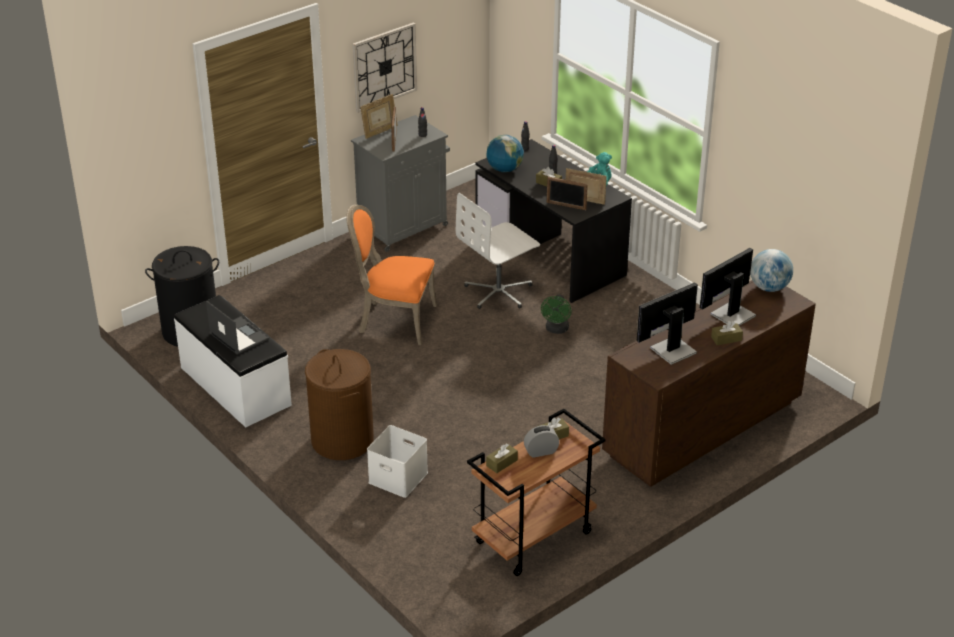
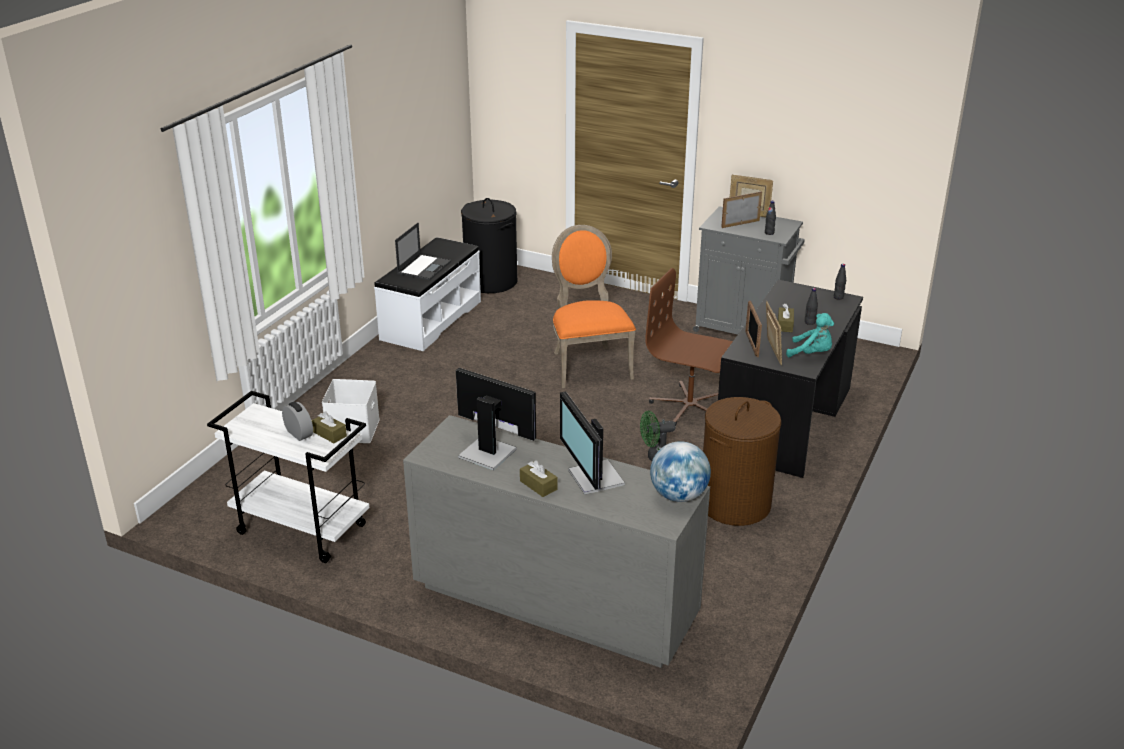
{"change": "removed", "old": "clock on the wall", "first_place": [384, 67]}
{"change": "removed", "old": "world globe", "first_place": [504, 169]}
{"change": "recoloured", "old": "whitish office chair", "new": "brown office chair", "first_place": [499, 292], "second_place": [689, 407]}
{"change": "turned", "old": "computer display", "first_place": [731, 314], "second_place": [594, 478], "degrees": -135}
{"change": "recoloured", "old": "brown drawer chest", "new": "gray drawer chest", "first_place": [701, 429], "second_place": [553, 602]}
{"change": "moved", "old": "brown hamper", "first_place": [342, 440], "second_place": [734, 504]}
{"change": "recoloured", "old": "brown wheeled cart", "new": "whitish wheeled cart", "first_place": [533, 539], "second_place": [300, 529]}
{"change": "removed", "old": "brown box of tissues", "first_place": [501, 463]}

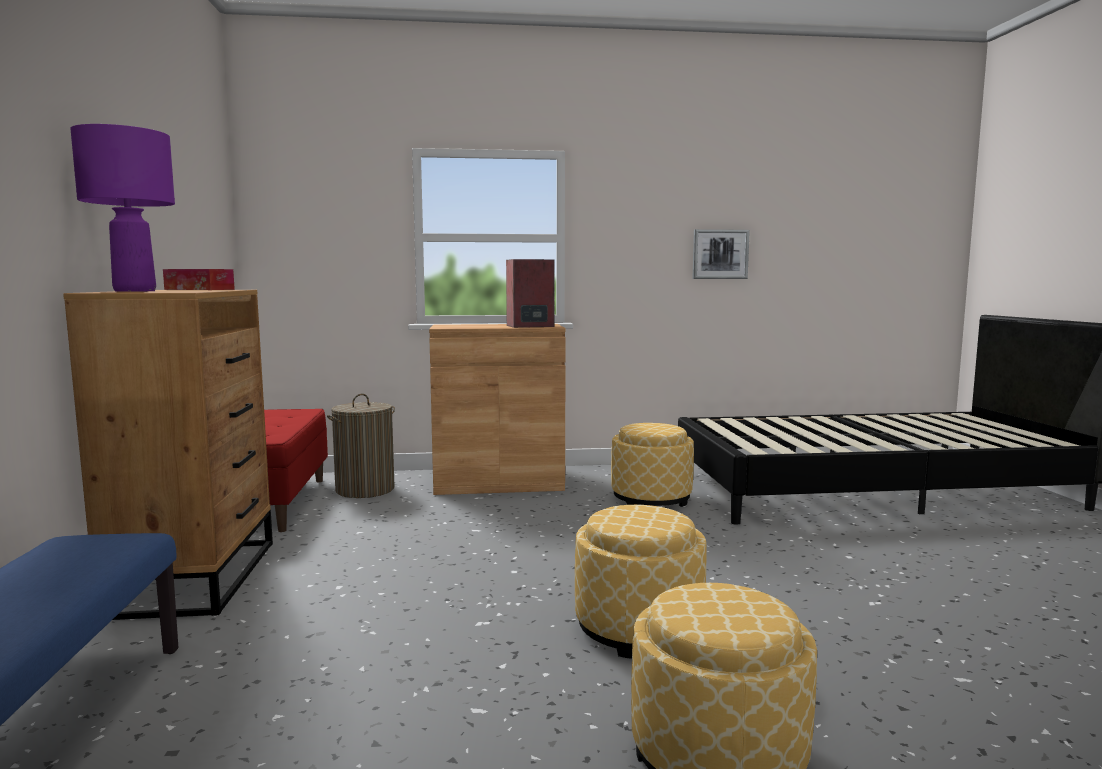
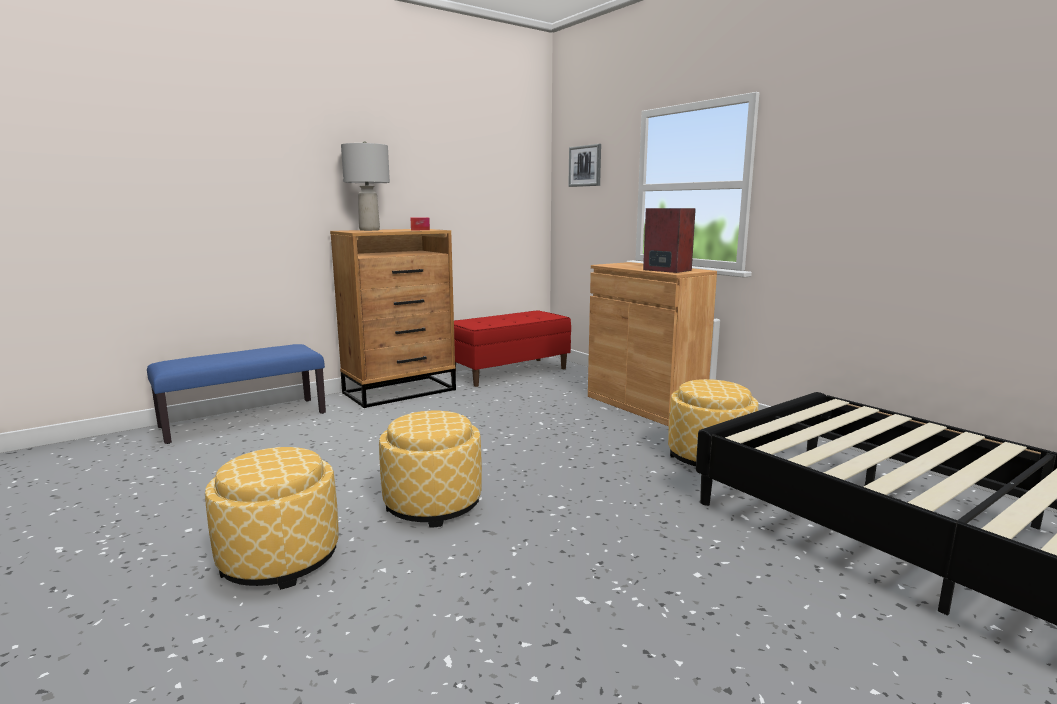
{"change": "recoloured", "old": "purplish tabletop lamp", "new": "gray tabletop lamp", "first_place": [134, 291], "second_place": [369, 230]}
{"change": "moved", "old": "picture", "first_place": [720, 254], "second_place": [585, 166]}
{"change": "removed", "old": "hamper", "first_place": [365, 489]}

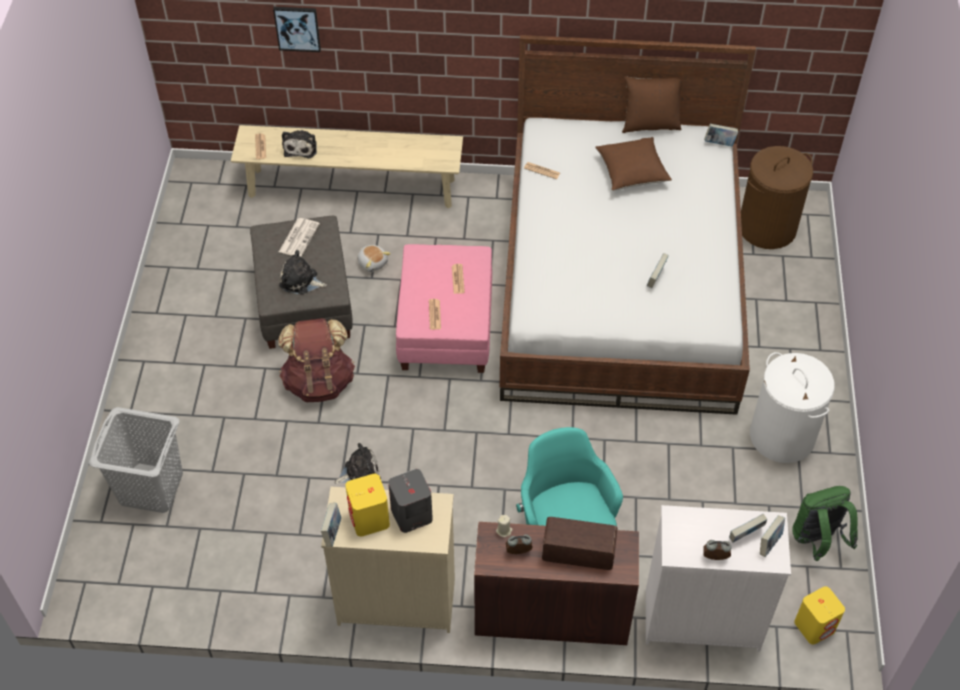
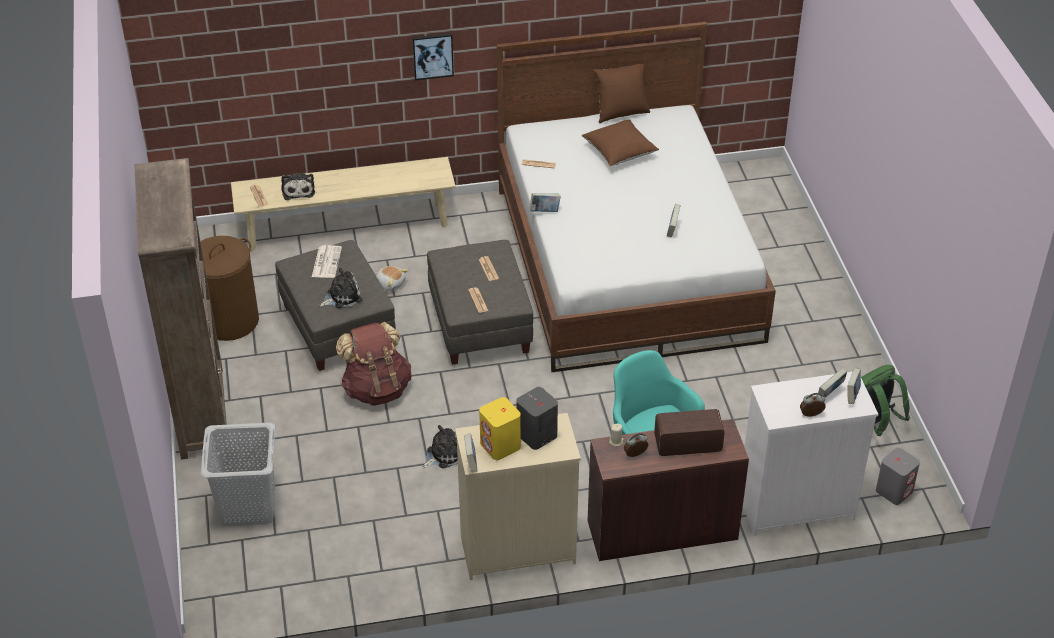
{"change": "moved", "old": "picture", "first_place": [297, 28], "second_place": [433, 55]}
{"change": "moved", "old": "bound book", "first_place": [719, 143], "second_place": [544, 211]}
{"change": "moved", "old": "brown hamper", "first_place": [767, 227], "second_place": [229, 321]}
{"change": "recoloured", "old": "pink footrest", "new": "gray footrest", "first_place": [445, 329], "second_place": [479, 325]}
{"change": "turned", "old": "plush toy", "first_place": [300, 281], "second_place": [342, 296], "degrees": 150}
{"change": "removed", "old": "whitish hamper", "first_place": [781, 436]}
{"change": "recoloured", "old": "yellow audio speaker", "new": "gray audio speaker", "first_place": [814, 626], "second_place": [894, 491]}
{"change": "added", "new": "brown shelving unit", "second_place": [202, 411]}

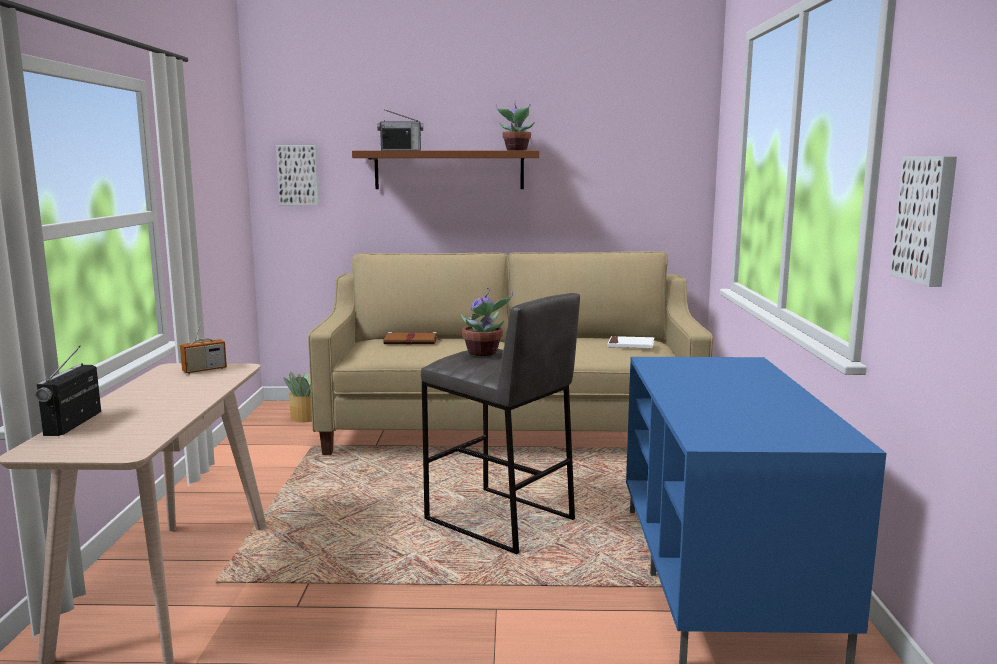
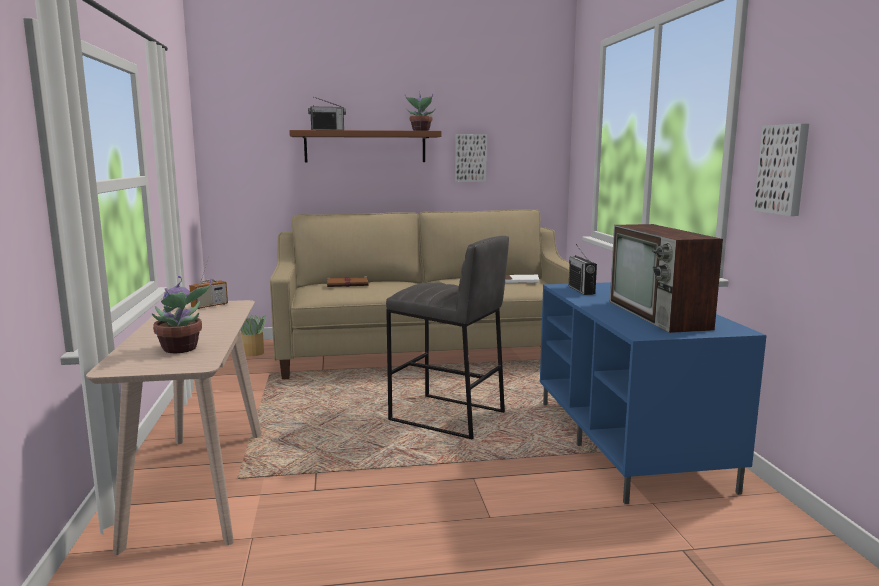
{"change": "moved", "old": "picture", "first_place": [298, 175], "second_place": [470, 158]}
{"change": "moved", "old": "plant in a pot", "first_place": [483, 353], "second_place": [181, 349]}
{"change": "moved", "old": "radio set", "first_place": [73, 424], "second_place": [581, 290]}
{"change": "added", "new": "TV", "second_place": [659, 315]}

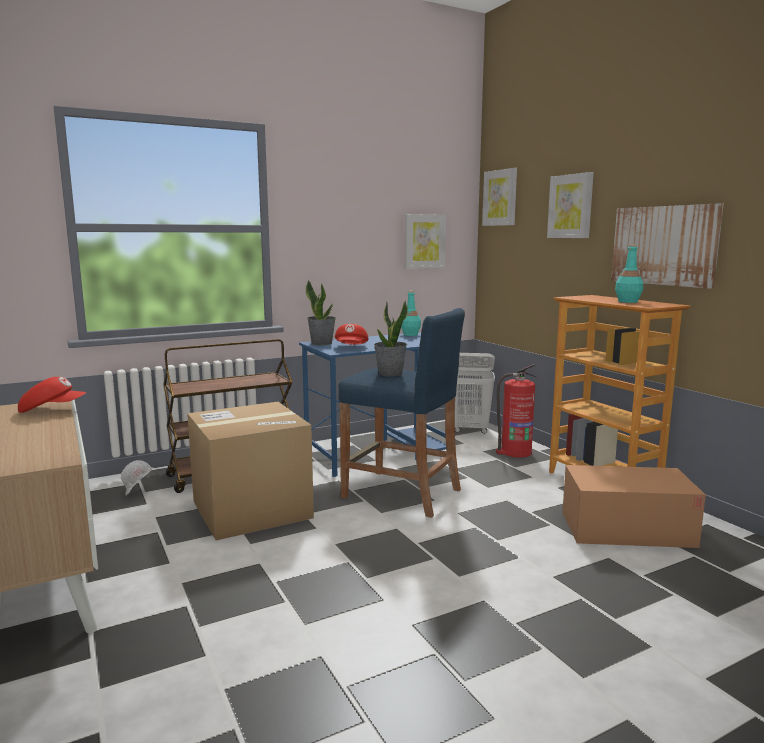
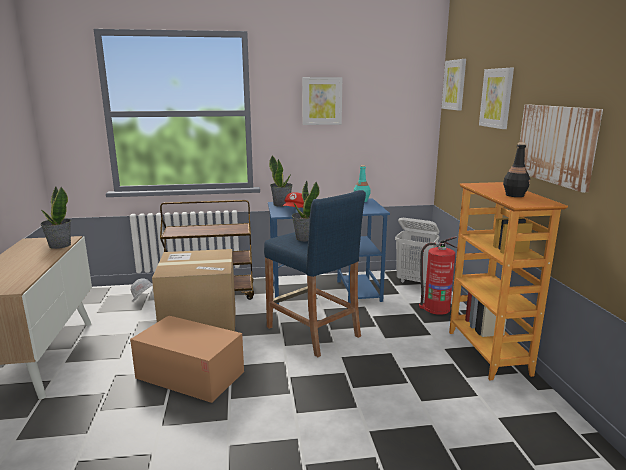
{"change": "moved", "old": "picture", "first_place": [424, 241], "second_place": [321, 101]}
{"change": "recoloured", "old": "turquoise bottle", "new": "blackish bottle", "first_place": [627, 301], "second_place": [514, 195]}
{"change": "replaced", "old": "red-coloured cap", "new": "plant in a pot", "first_place": [52, 410], "second_place": [59, 245]}
{"change": "moved", "old": "carton", "first_place": [626, 529], "second_place": [190, 375]}

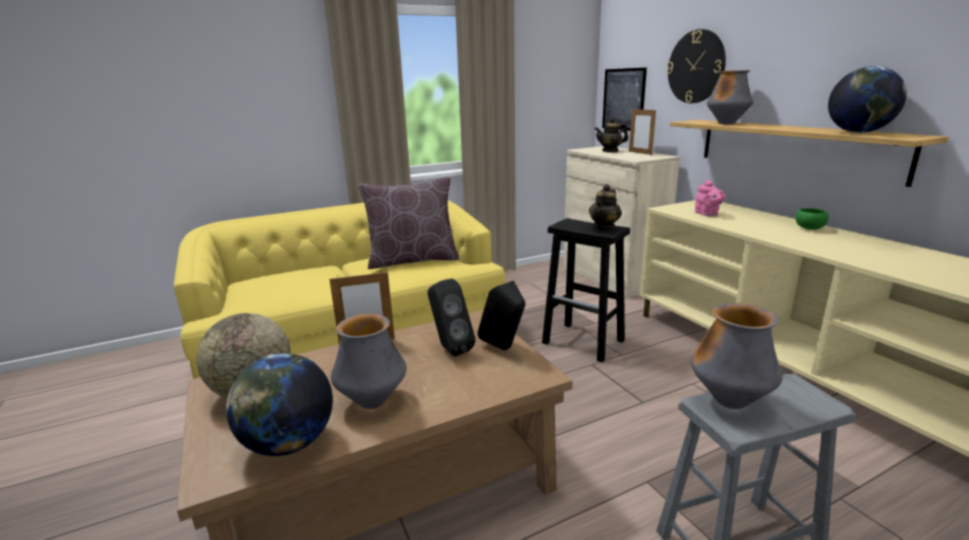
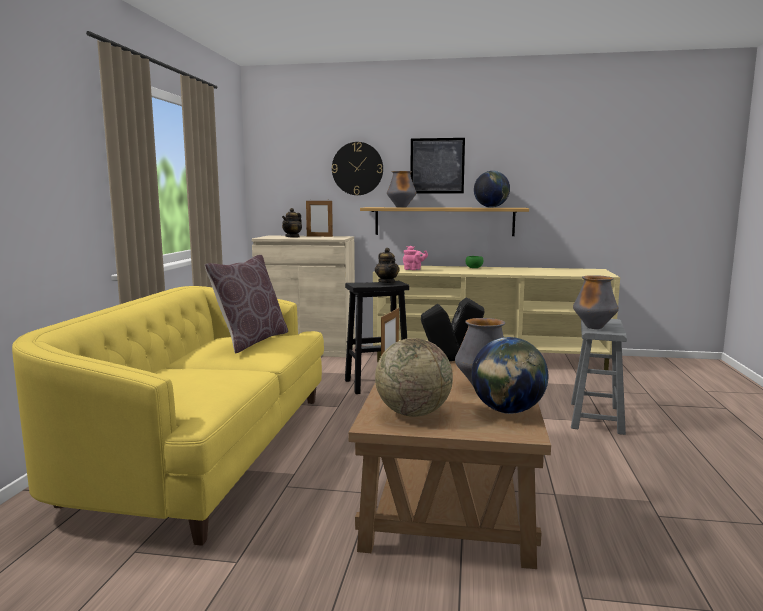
{"change": "moved", "old": "picture", "first_place": [623, 99], "second_place": [437, 166]}

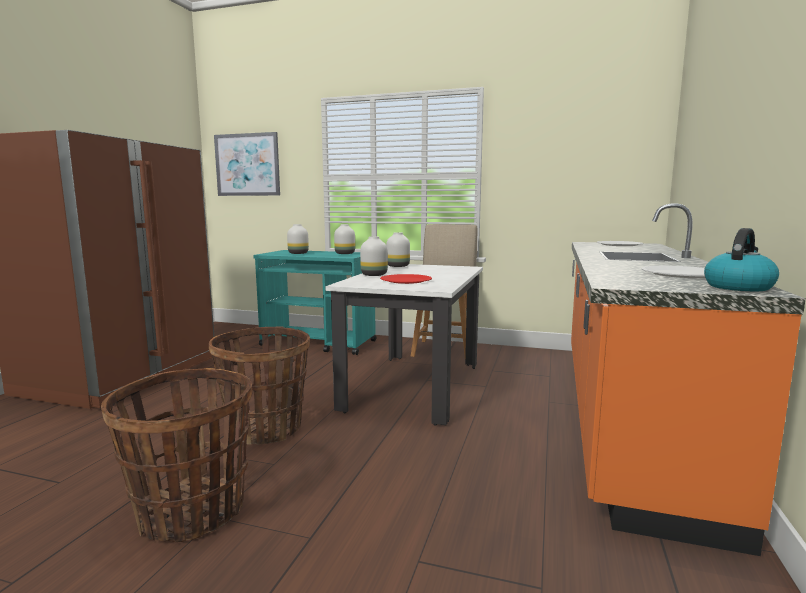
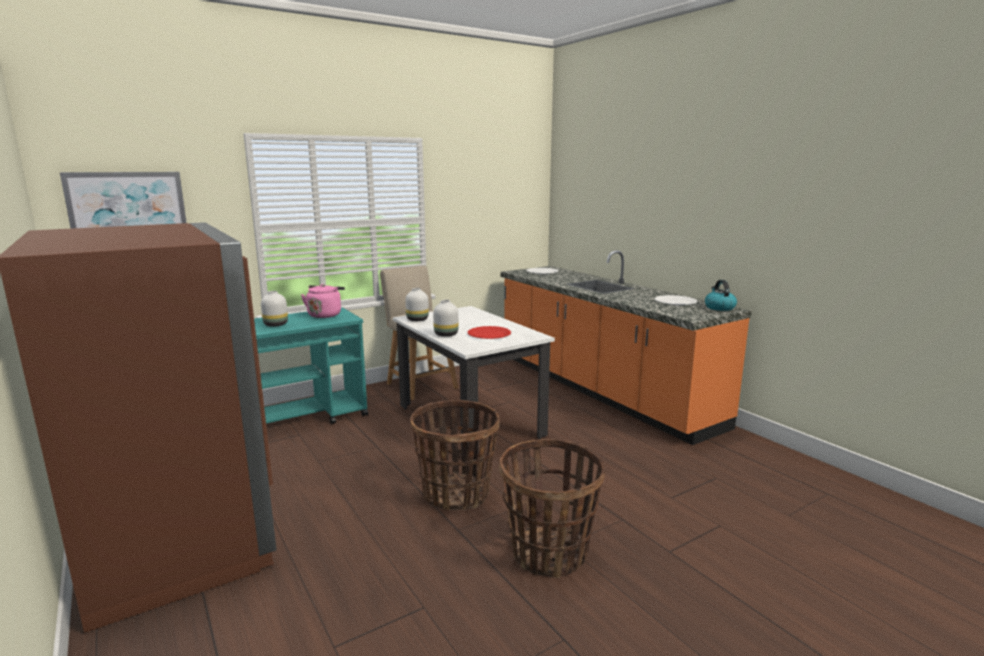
{"change": "replaced", "old": "whitish vase", "new": "pink kettle", "first_place": [345, 254], "second_place": [325, 315]}

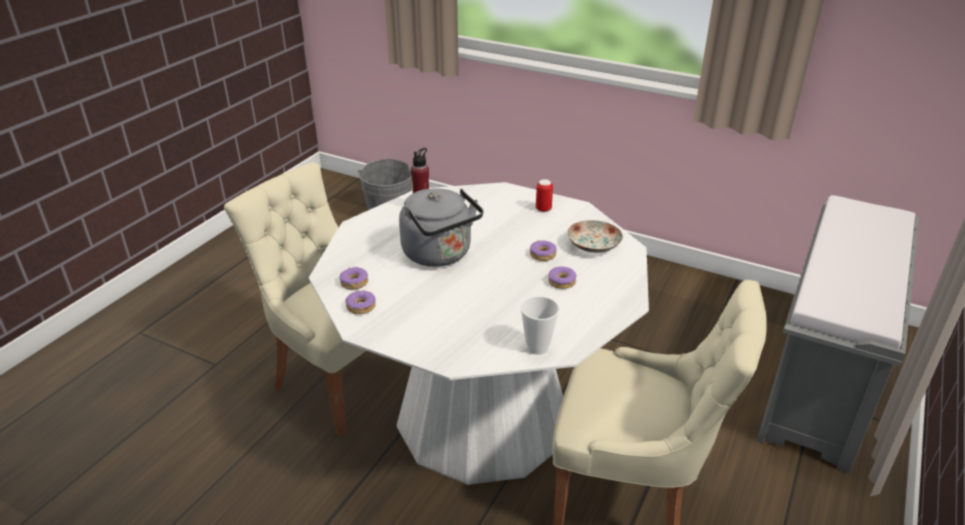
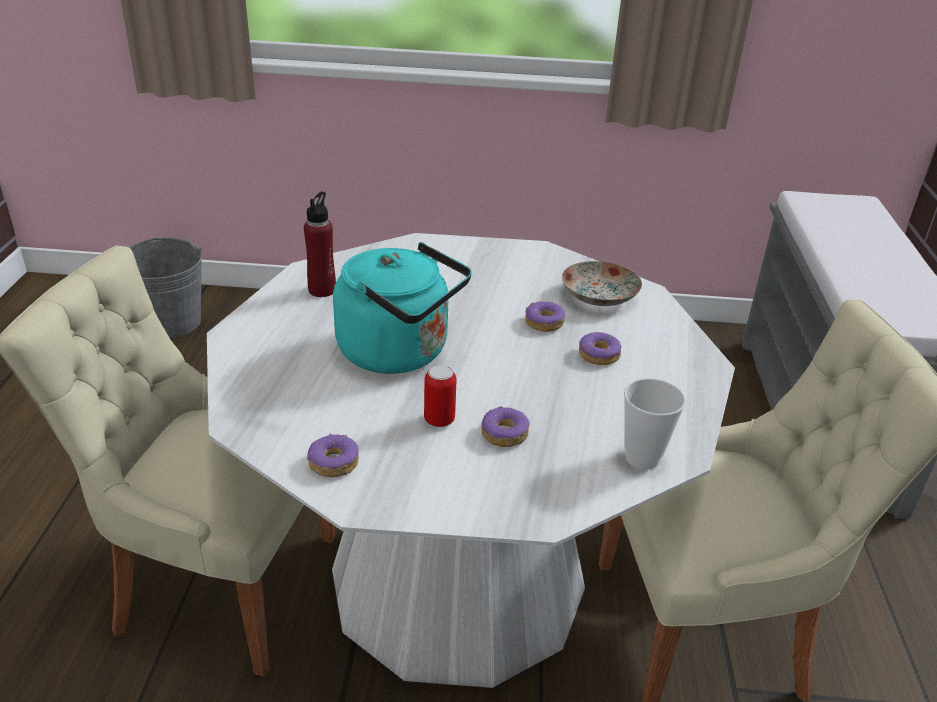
{"change": "moved", "old": "sealed can", "first_place": [543, 209], "second_place": [439, 420]}
{"change": "recoloured", "old": "gray kettle", "new": "turquoise kettle", "first_place": [440, 255], "second_place": [400, 353]}
{"change": "moved", "old": "donut", "first_place": [354, 283], "second_place": [504, 434]}

